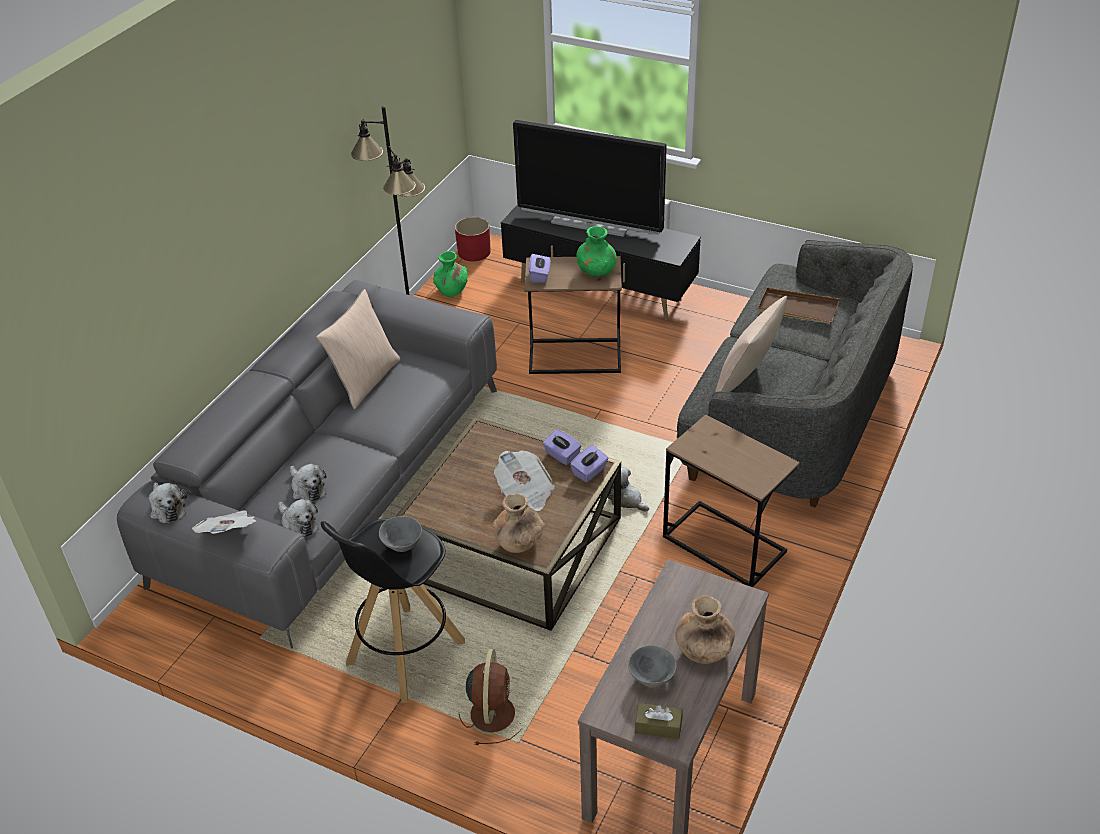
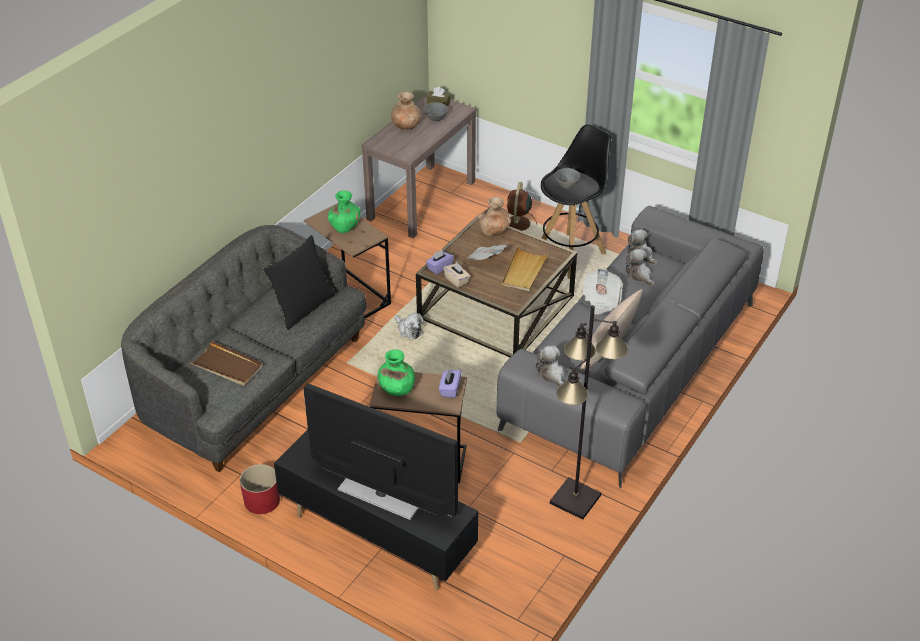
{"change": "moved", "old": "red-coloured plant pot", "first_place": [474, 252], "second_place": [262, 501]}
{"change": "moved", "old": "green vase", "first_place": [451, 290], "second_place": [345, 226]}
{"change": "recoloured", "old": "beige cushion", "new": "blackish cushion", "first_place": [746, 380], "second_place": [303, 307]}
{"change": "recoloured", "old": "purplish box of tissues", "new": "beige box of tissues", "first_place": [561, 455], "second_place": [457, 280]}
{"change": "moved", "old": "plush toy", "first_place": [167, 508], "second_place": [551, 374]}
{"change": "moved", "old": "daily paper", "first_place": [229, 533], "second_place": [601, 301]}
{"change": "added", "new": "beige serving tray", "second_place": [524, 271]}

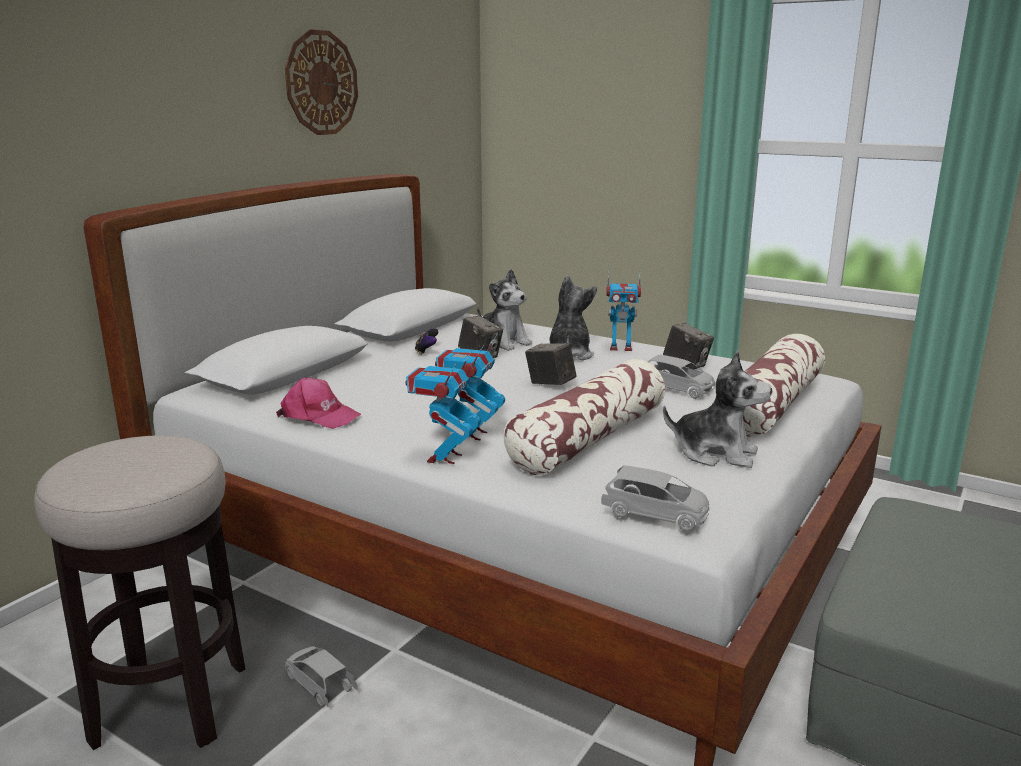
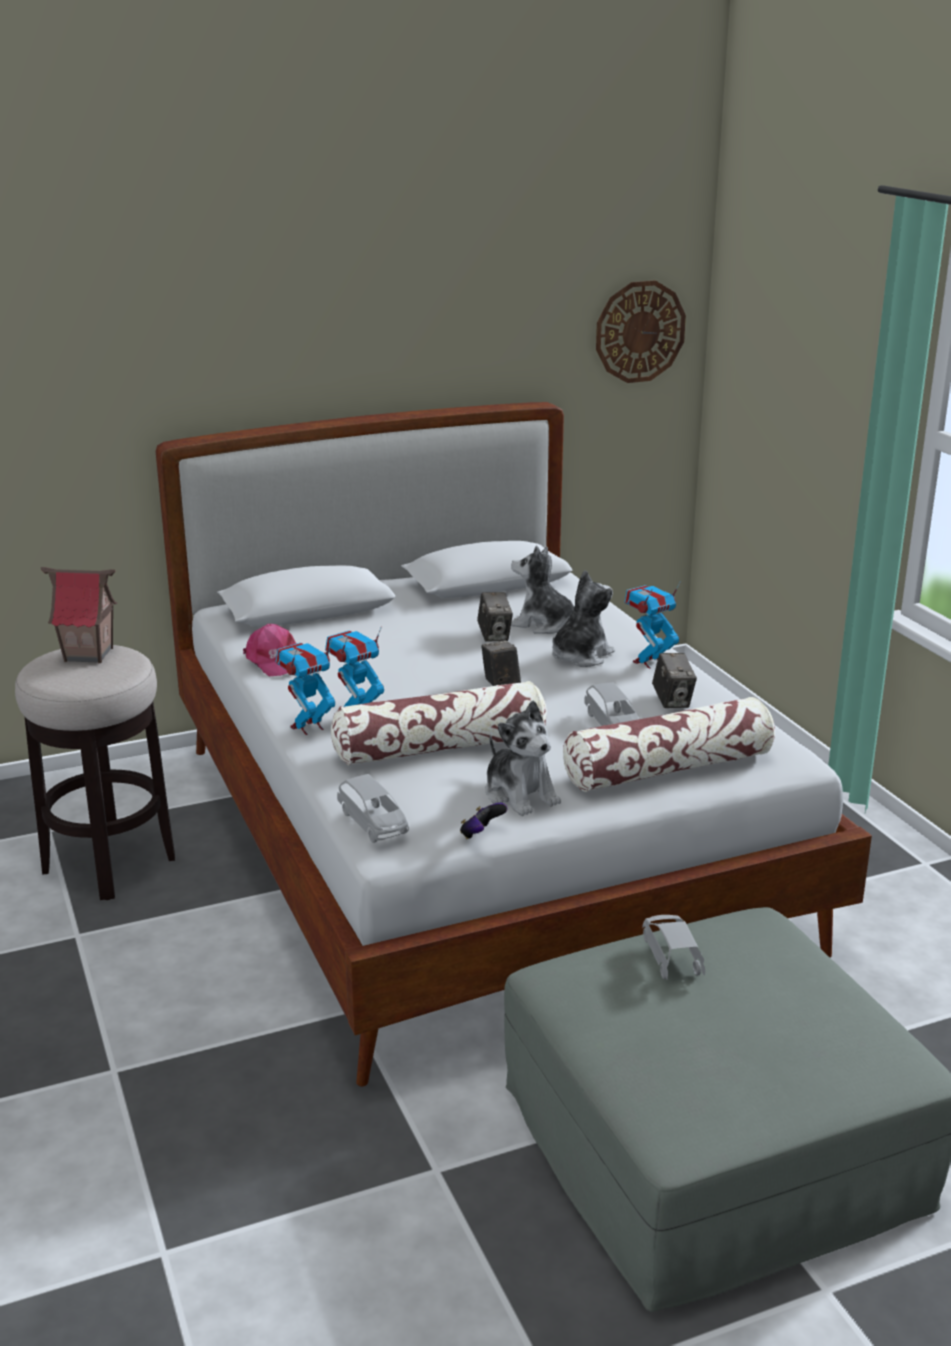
{"change": "moved", "old": "clock on the wall", "first_place": [321, 83], "second_place": [640, 331]}
{"change": "turned", "old": "plush toy", "first_place": [502, 342], "second_place": [544, 624], "degrees": 120}
{"change": "turned", "old": "toy robot", "first_place": [621, 348], "second_place": [648, 662], "degrees": 105}
{"change": "moved", "old": "gamepad", "first_place": [426, 351], "second_place": [481, 834]}
{"change": "moved", "old": "gray miniature car", "first_place": [320, 685], "second_place": [671, 958]}
{"change": "added", "new": "toy house", "second_place": [88, 655]}

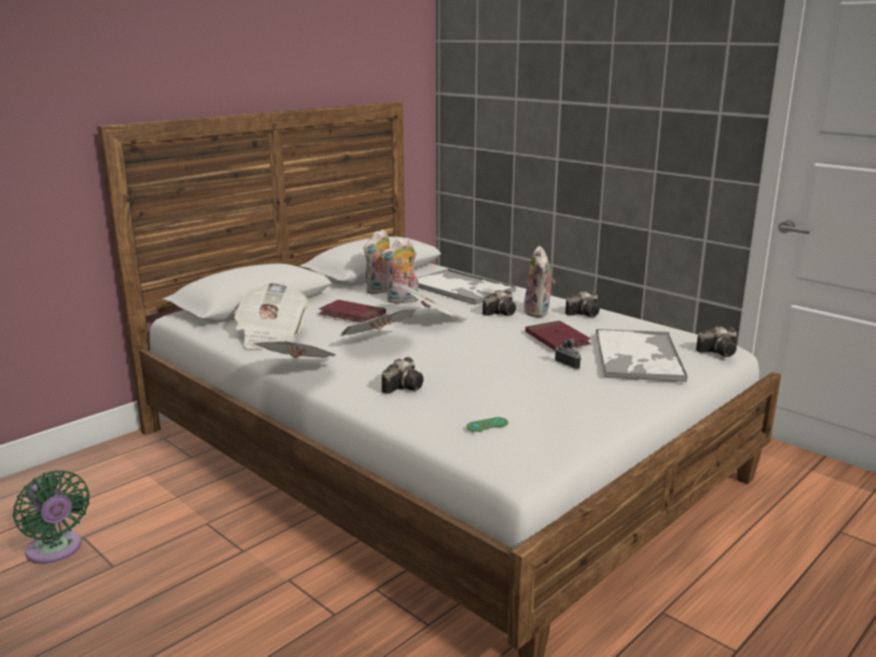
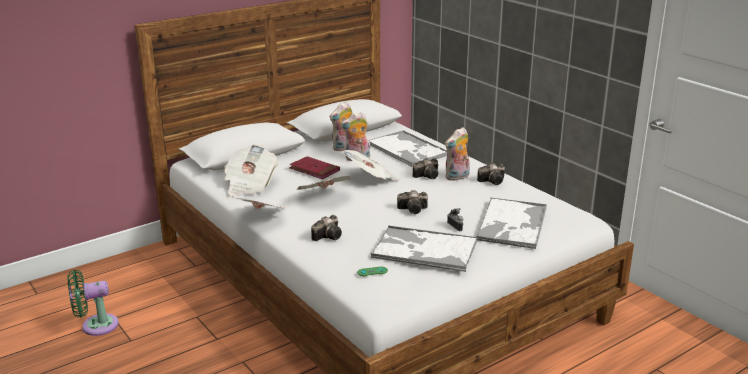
{"change": "turned", "old": "plush toy", "first_place": [539, 312], "second_place": [457, 177], "degrees": 45}
{"change": "removed", "old": "red-coloured bound book", "first_place": [557, 339]}
{"change": "moved", "old": "still camera", "first_place": [720, 352], "second_place": [414, 209]}
{"change": "turned", "old": "green electric fan", "first_place": [56, 551], "second_place": [95, 326], "degrees": 105}
{"change": "added", "new": "serving tray", "second_place": [424, 249]}

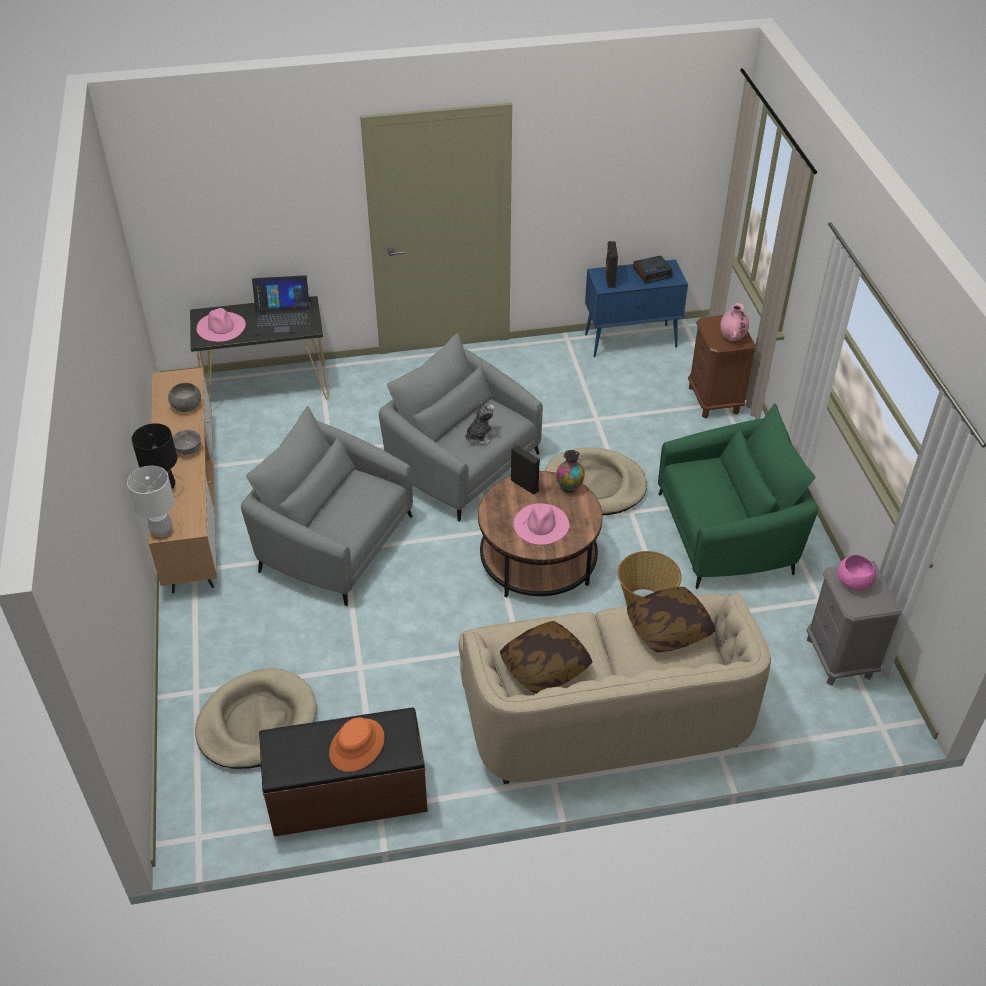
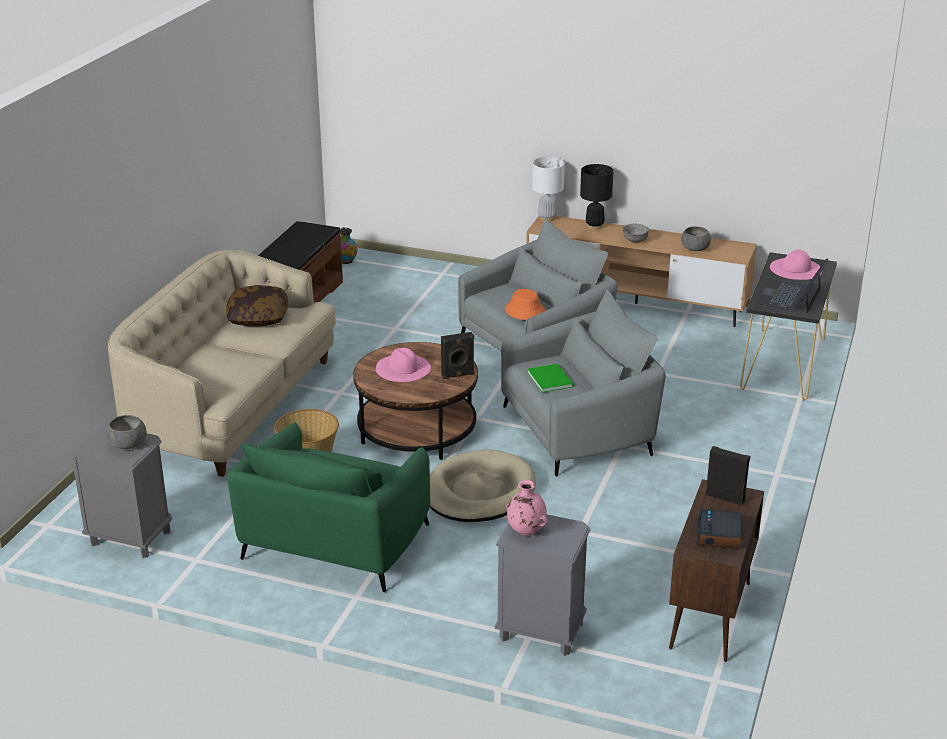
{"change": "recoloured", "old": "blue cupboard", "new": "brown cupboard", "first_place": [631, 341], "second_place": [710, 616]}
{"change": "recoloured", "old": "brown nightstand", "new": "gray nightstand", "first_place": [714, 400], "second_place": [540, 632]}
{"change": "replaced", "old": "plush toy", "new": "green bound book", "first_place": [480, 436], "second_place": [550, 378]}
{"change": "moved", "old": "vase", "first_place": [569, 486], "second_place": [346, 261]}
{"change": "recoloured", "old": "pink serving bowl", "new": "gray serving bowl", "first_place": [854, 582], "second_place": [127, 444]}
{"change": "removed", "old": "cushion", "first_place": [668, 629]}
{"change": "removed", "old": "beige dog bed", "first_place": [257, 722]}
{"change": "moved", "old": "orangey hat", "first_place": [357, 745], "second_place": [525, 311]}

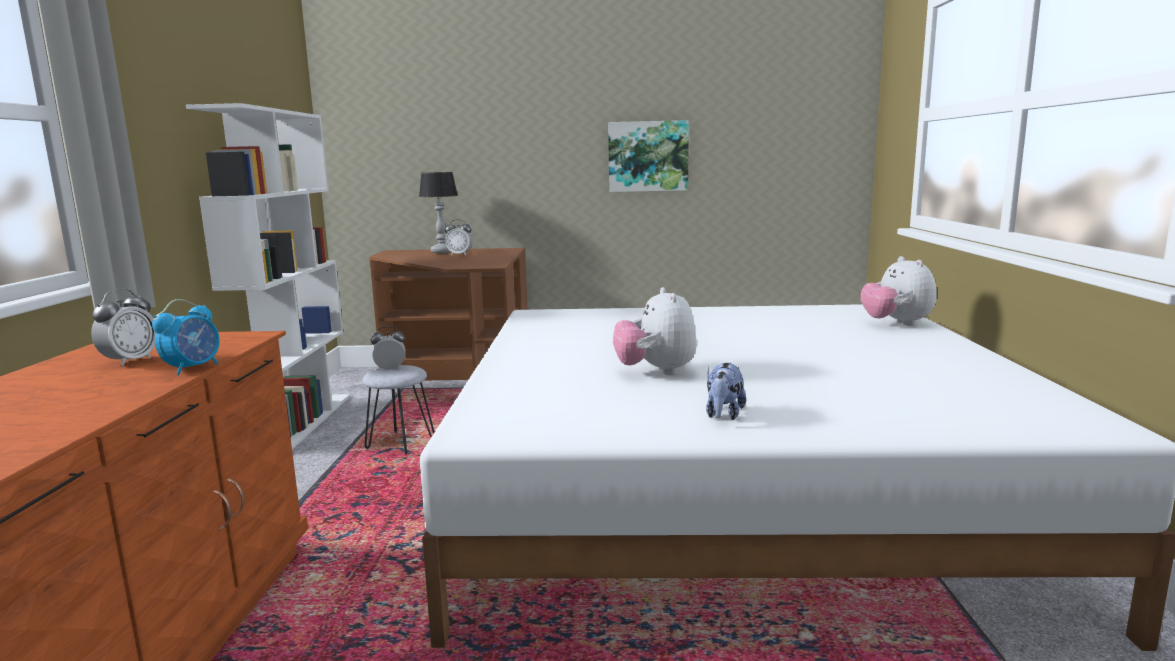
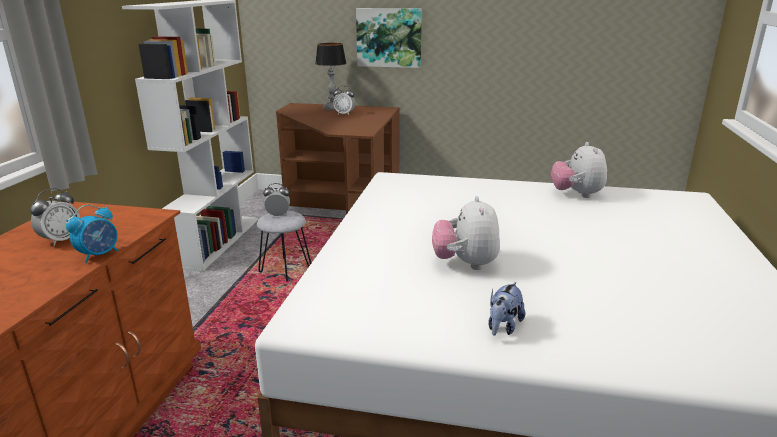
{"change": "moved", "old": "picture", "first_place": [648, 156], "second_place": [389, 37]}
{"change": "moved", "old": "plush toy", "first_place": [896, 324], "second_place": [576, 194]}

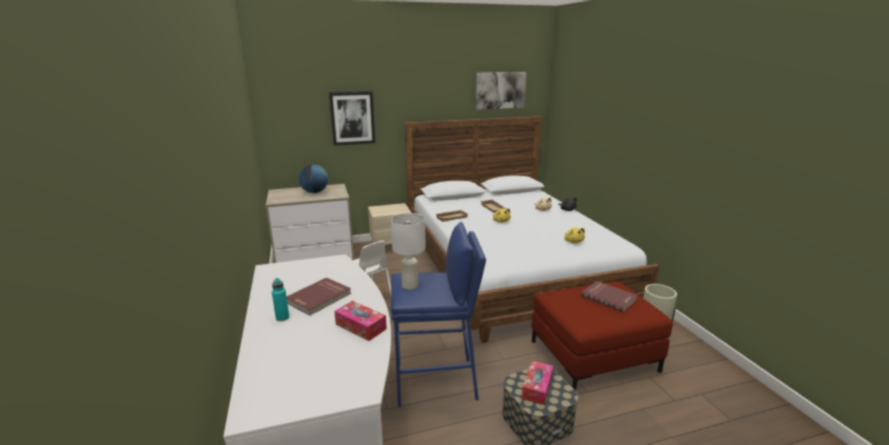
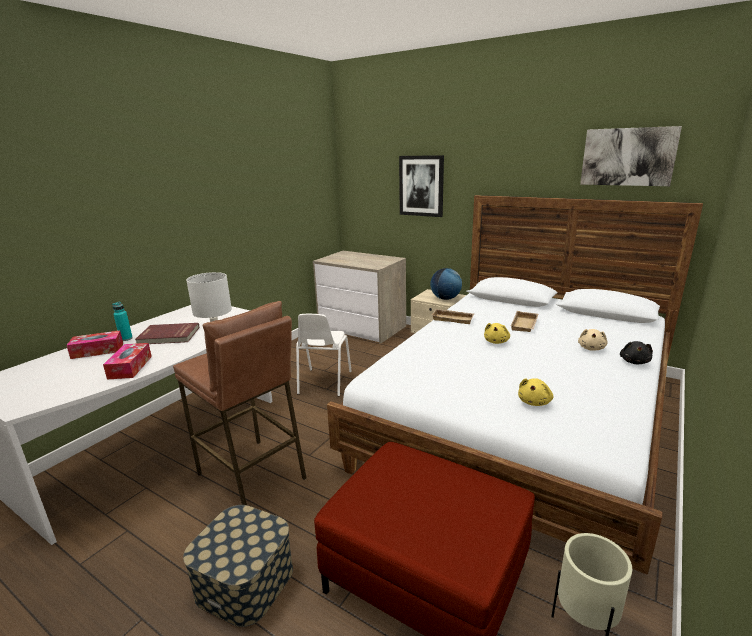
{"change": "moved", "old": "world globe", "first_place": [314, 192], "second_place": [445, 298]}
{"change": "recoloured", "old": "blue stool", "new": "brown stool", "first_place": [436, 381], "second_place": [252, 476]}
{"change": "removed", "old": "red-coloured bound book", "first_place": [609, 297]}
{"change": "moved", "old": "box of tissues", "first_place": [537, 387], "second_place": [97, 351]}

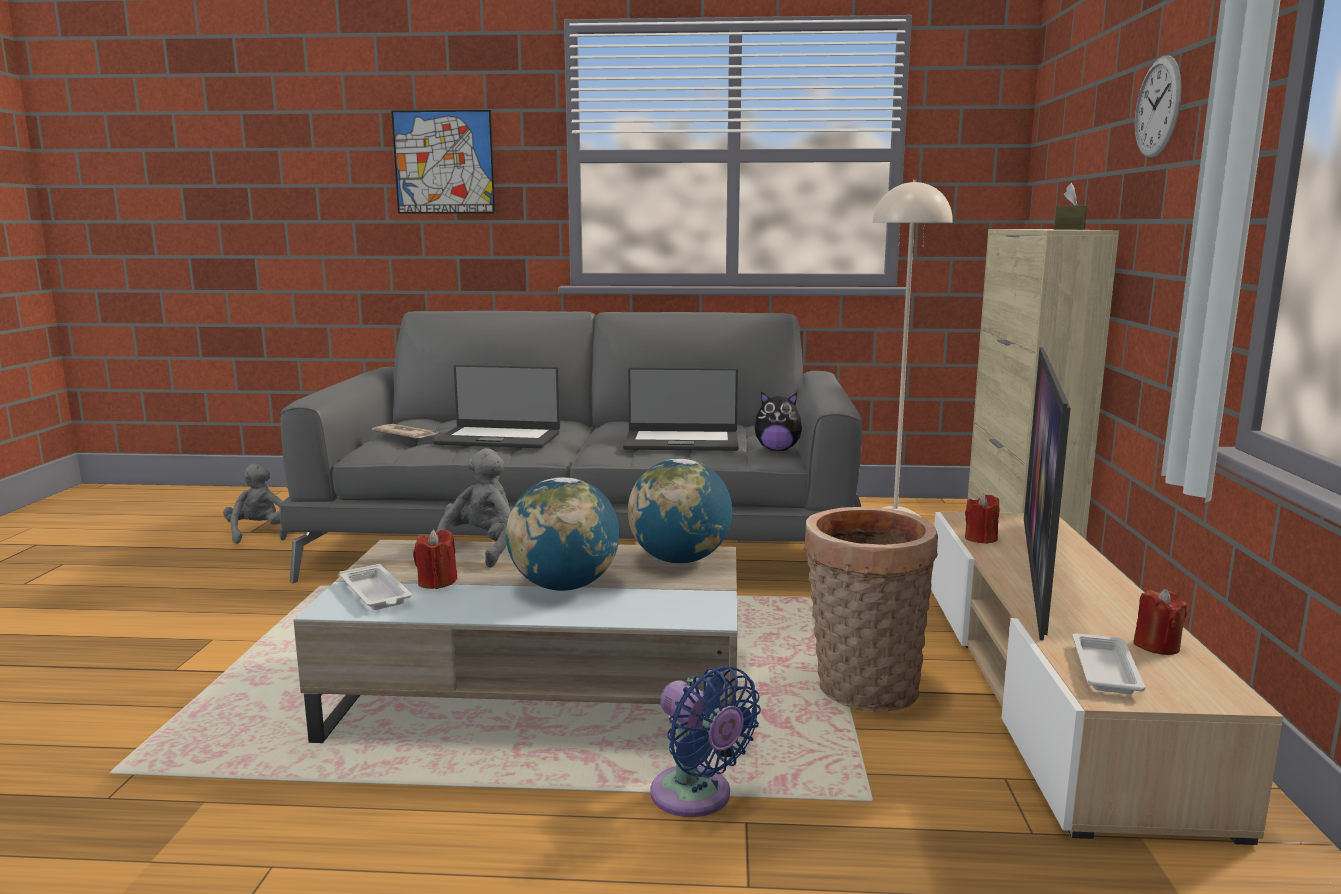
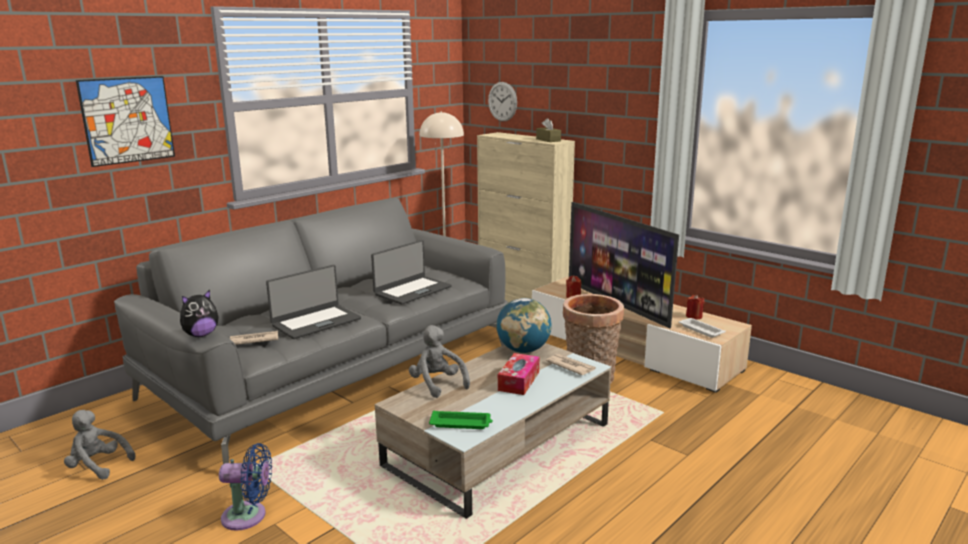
{"change": "moved", "old": "clock on the wall", "first_place": [1158, 107], "second_place": [502, 101]}
{"change": "moved", "old": "plush toy", "first_place": [777, 450], "second_place": [201, 335]}
{"change": "replaced", "old": "world globe", "new": "box of tissues", "first_place": [564, 586], "second_place": [518, 381]}
{"change": "removed", "old": "red-coloured wax candle", "first_place": [437, 582]}
{"change": "recoloured", "old": "whitish serving tray", "new": "green serving tray", "first_place": [376, 594], "second_place": [461, 423]}
{"change": "moved", "old": "blue electric fan", "first_place": [696, 797], "second_place": [248, 516]}
{"change": "added", "new": "daily paper", "second_place": [570, 366]}

